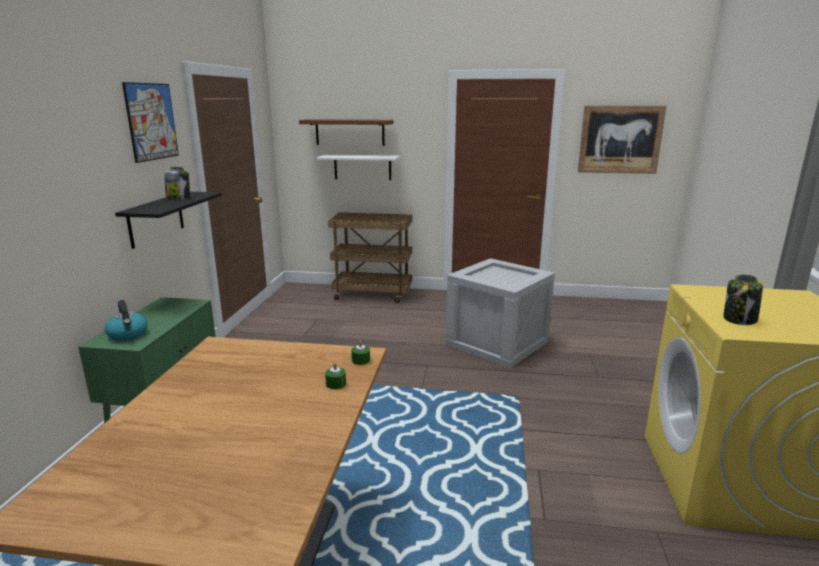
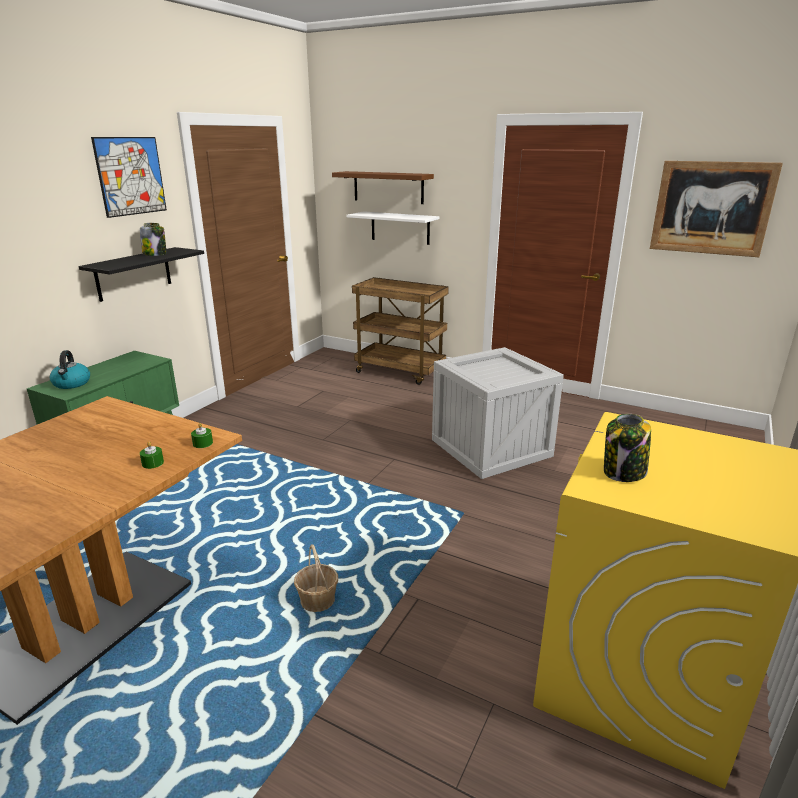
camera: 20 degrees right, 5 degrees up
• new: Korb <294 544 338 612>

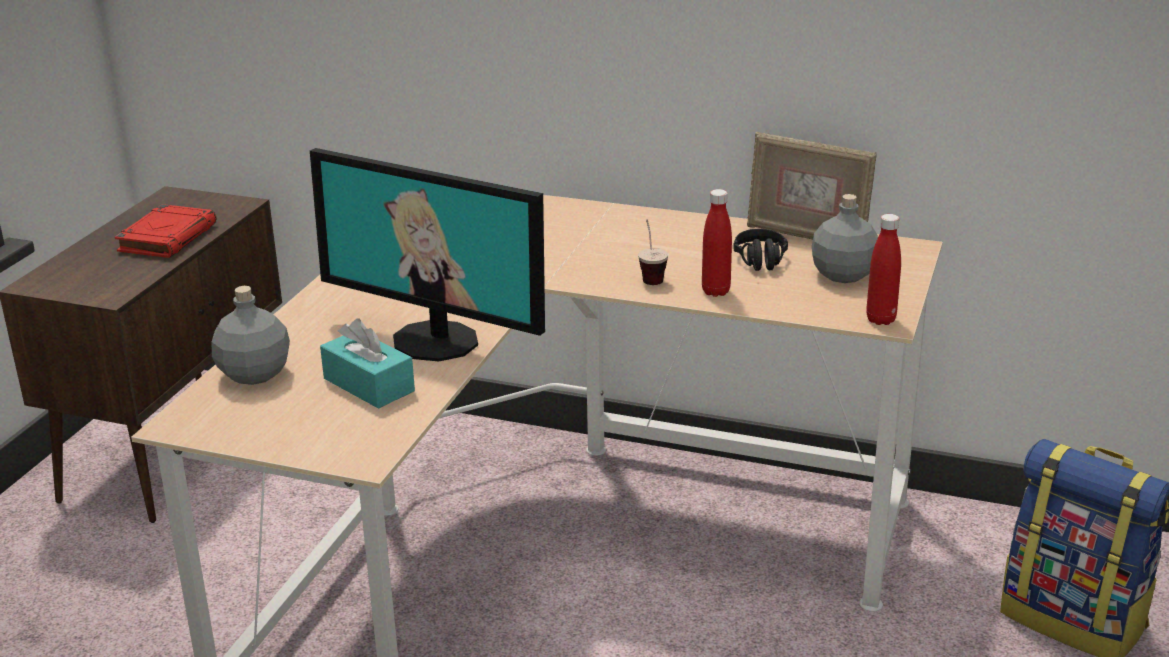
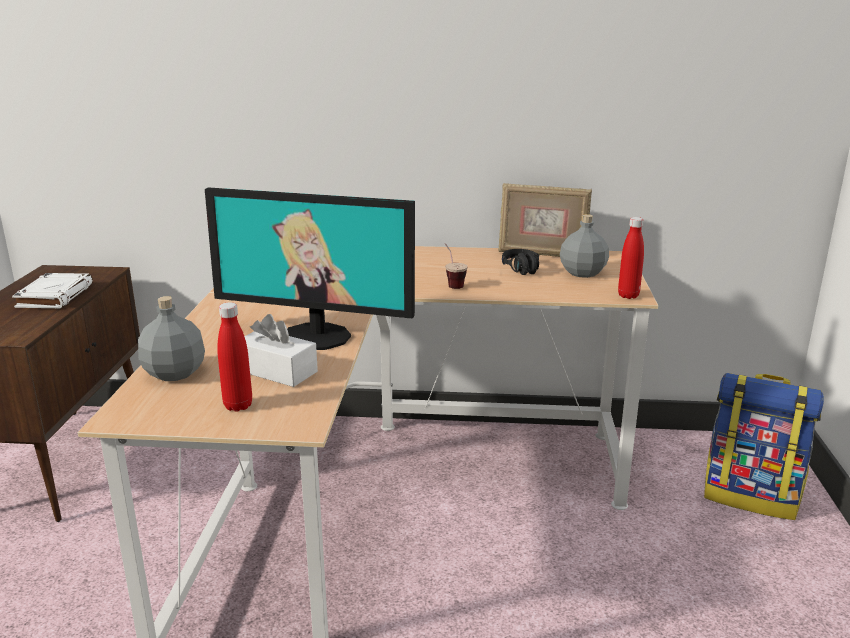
camera: 15 degrees left, 5 degrees down
• repainted: Buch (rot) <115 204 216 258> to Buch (weiß) <12 273 93 308>
• repainted: Taschentuchbox (türkis) <320 319 415 409> to Taschentuchbox (weiß) <244 314 318 387>
• shifted: Flasche (rot) <702 189 732 297> to <217 302 252 412>

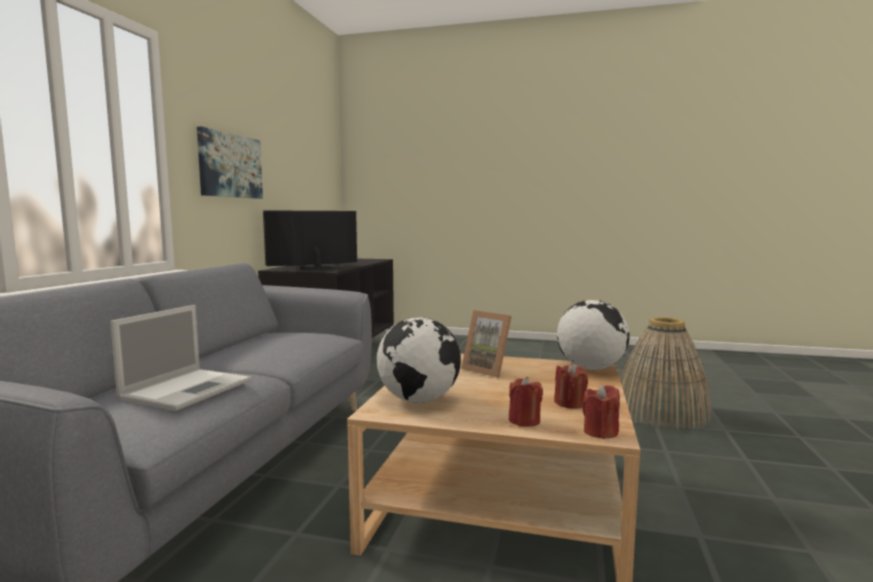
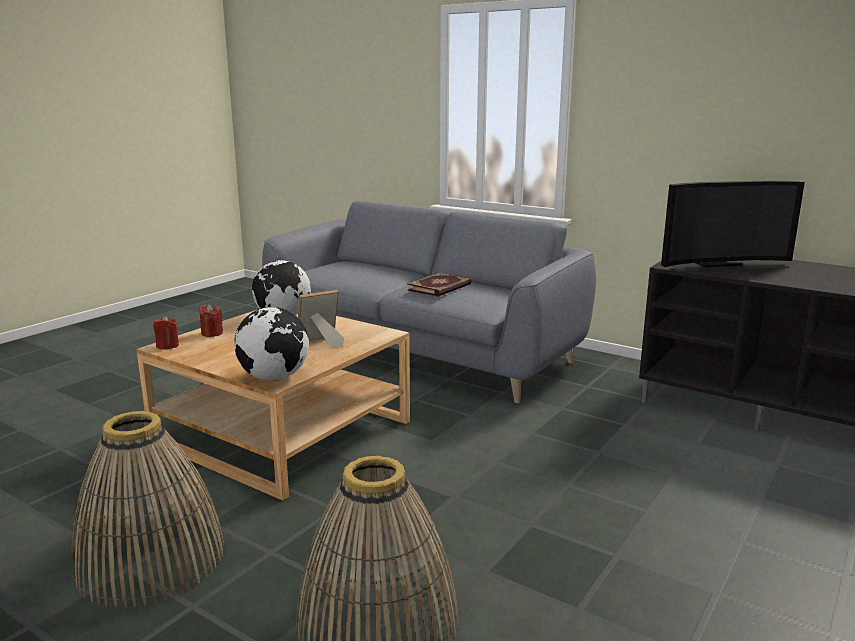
camera: 110 degrees right, 10 degrees up
• gone: Laptop <110 305 251 411>
• gone: Bild <197 126 263 199>
• rotated: Fernseher <263 211 357 271> = <661 181 805 267> 90 degrees clockwise
• gone: Kerze (rot) <554 363 588 409>
• new: Korb <71 411 224 608>
• new: Buch <407 272 471 297>

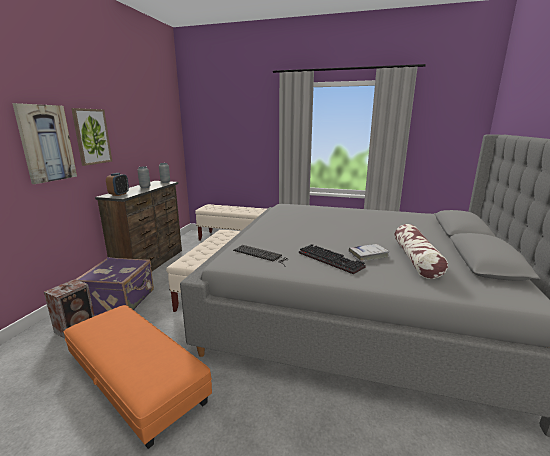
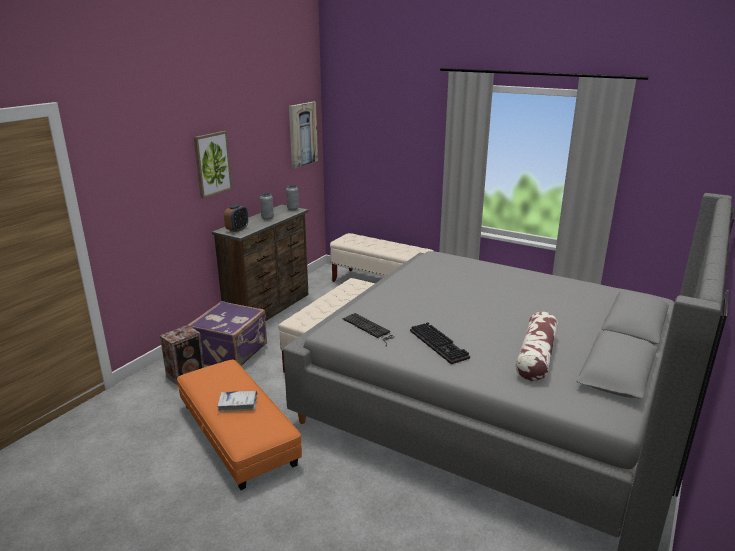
camera: 15 degrees right, 5 degrees up
• shifted: Bild <12 103 77 184> to <289 102 318 168>
• shifted: Buch (weiß) <349 244 389 262> to <217 391 258 412>

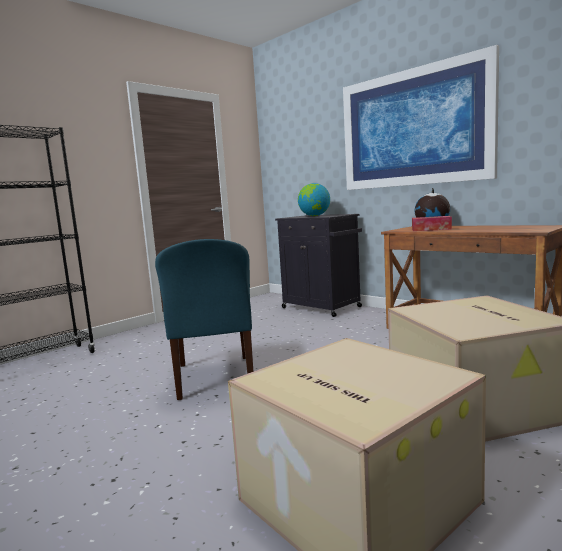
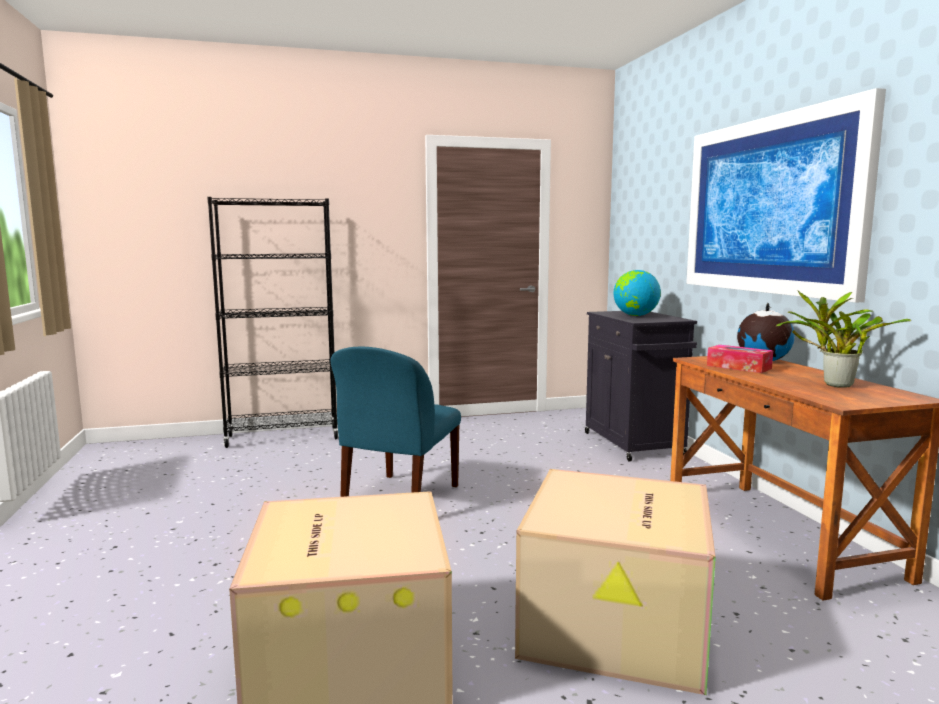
camera: 30 degrees right, 0 degrees up
• new: Topfpflanze <776 290 911 388>

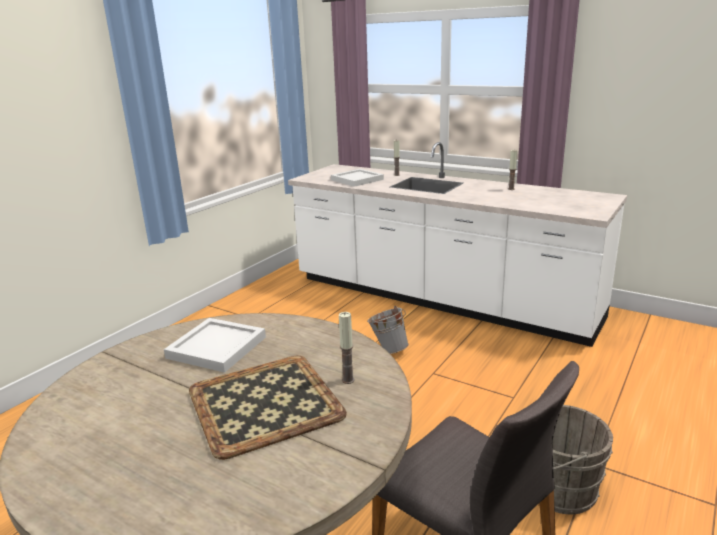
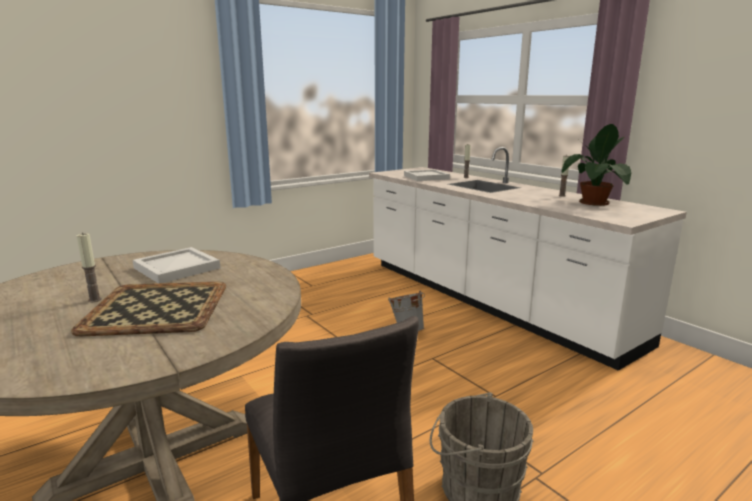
camera: 20 degrees right, 5 degrees down
• shifted: Kerze <339 312 355 384> to <77 233 102 302>
• new: Topfpflanze <561 124 632 206>

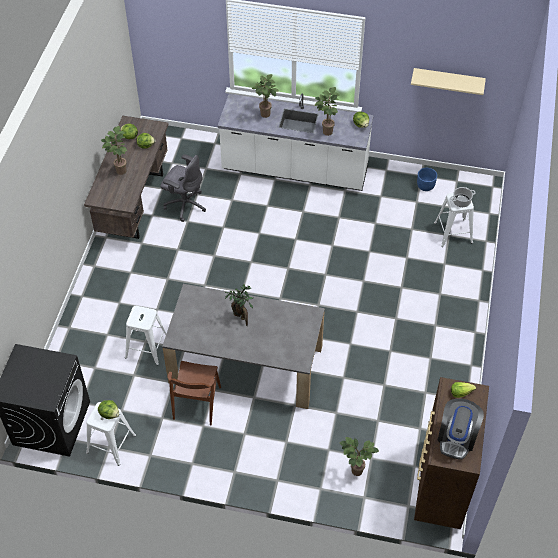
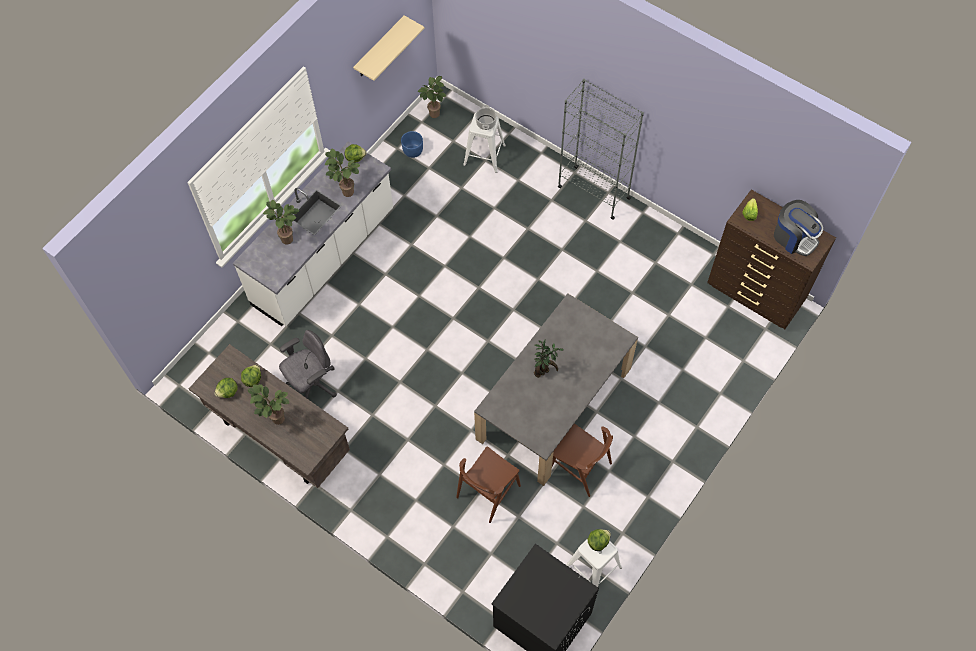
camera: 65 degrees left, 10 degrees up
• swapped: Hocker (weiß) <125 306 167 365> to Stuhl (braun) <456 447 521 523>
• shifted: Topfpflanze <340 437 379 476> to <418 76 446 118>
• new: Bücherregal (grau) <558 79 644 220>

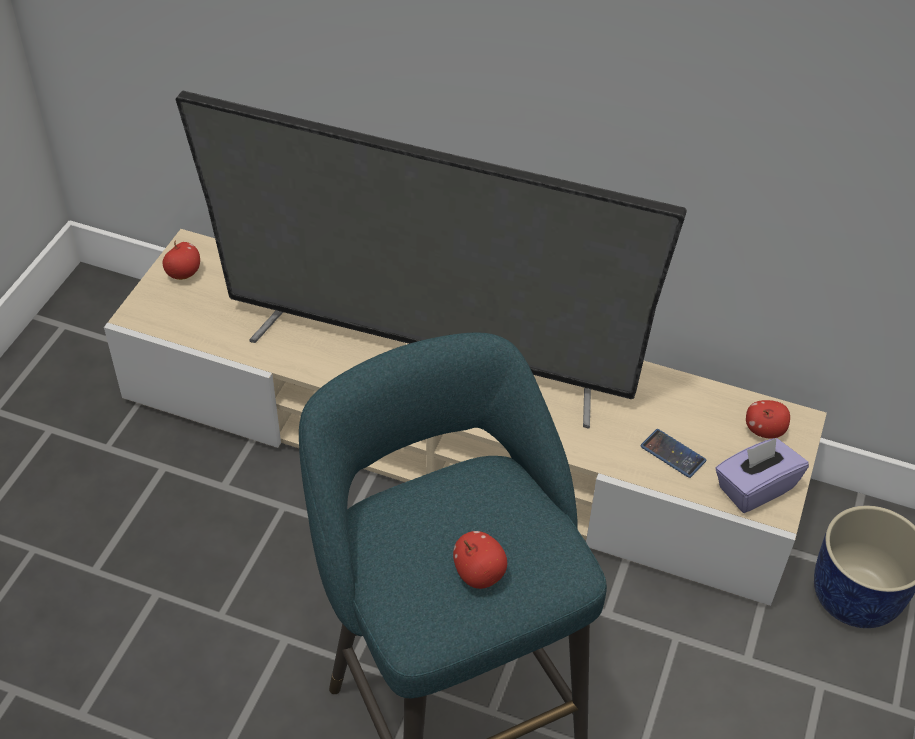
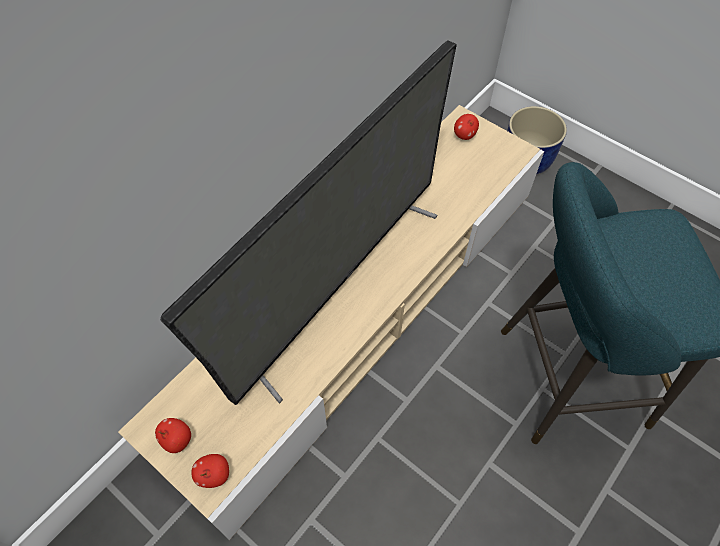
camera: 70 degrees left, 10 degrees up
• shifted: Apfel <453 531 507 589> to <191 454 229 488>
• gone: Handy <640 429 706 478>
• gone: Taschentuchbox (lila) <715 438 809 513>

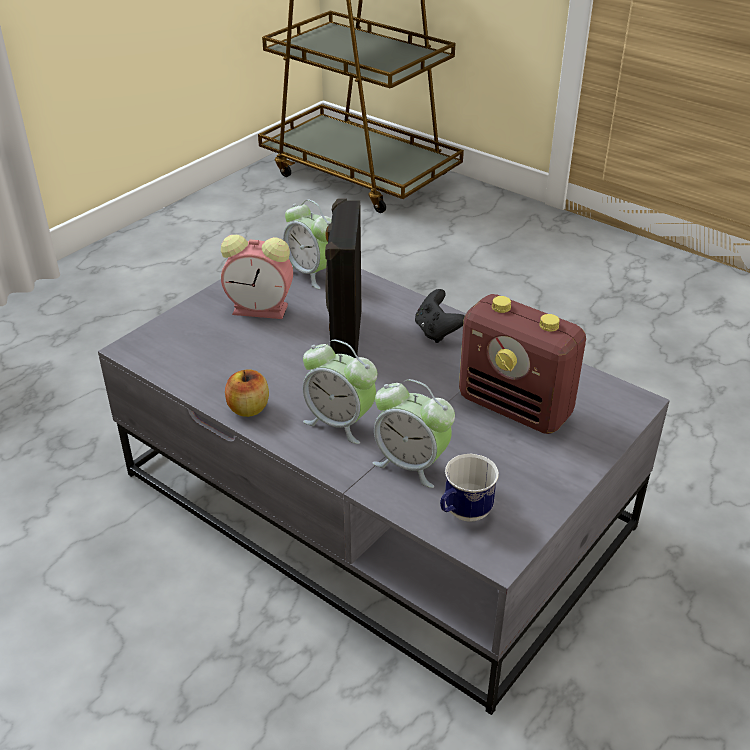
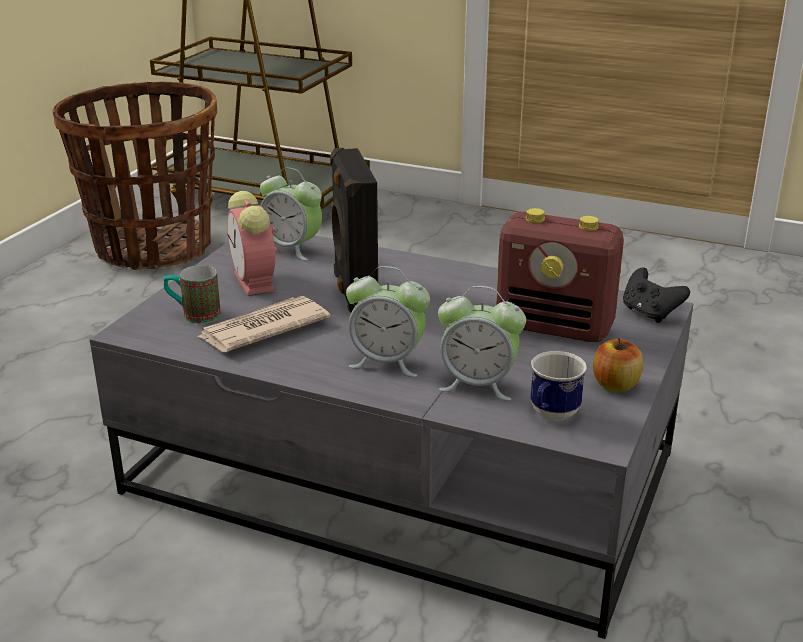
camera: 15 degrees left, 10 degrees down
• rotated: Wecker <221 235 293 319> = <227 191 277 296> 75 degrees clockwise
• shifted: Apfel <225 370 269 417> to <593 338 643 392>
• shifted: Gamepad (schwarz) <415 289 465 343> to <623 268 690 323>
• new: Korb <52 81 217 270>
• new: Henkelbecher <163 265 221 323>
• new: Zeitung <197 296 331 352>

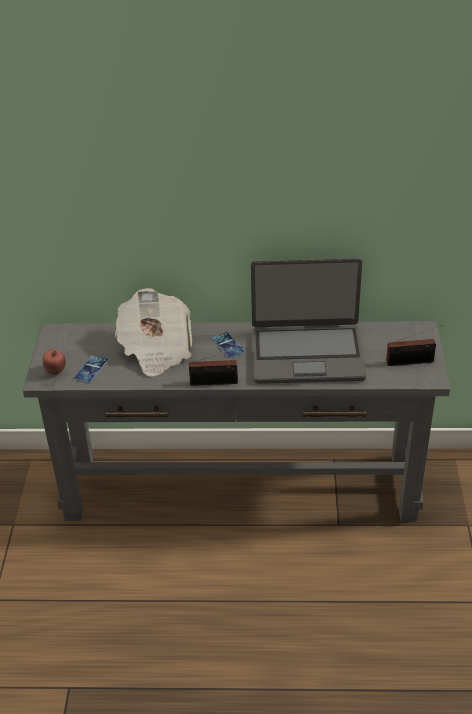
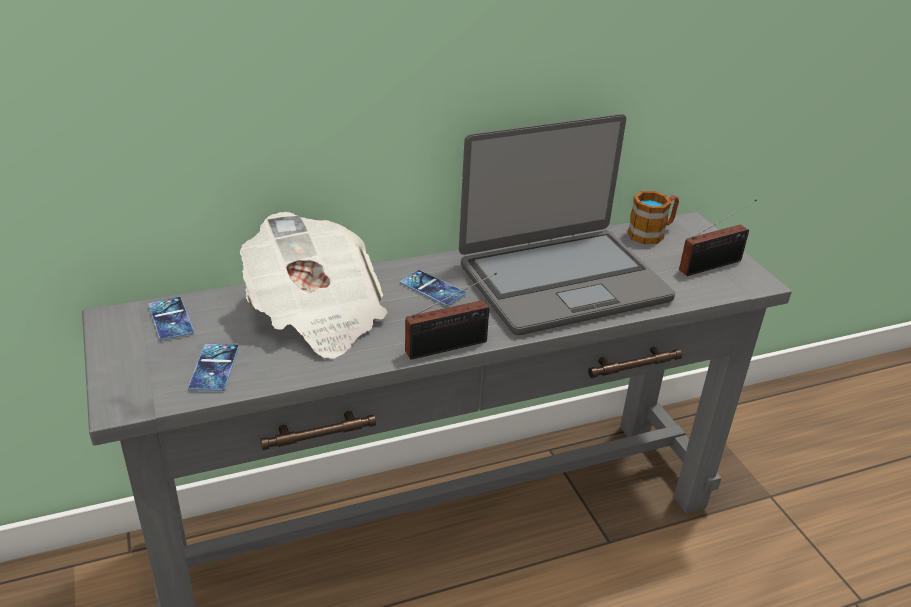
camera: 25 degrees left, 5 degrees down
• gone: Apfel <42 350 66 375>
• new: Handy <148 297 194 340>
• new: Henkelbecher <627 191 679 244>

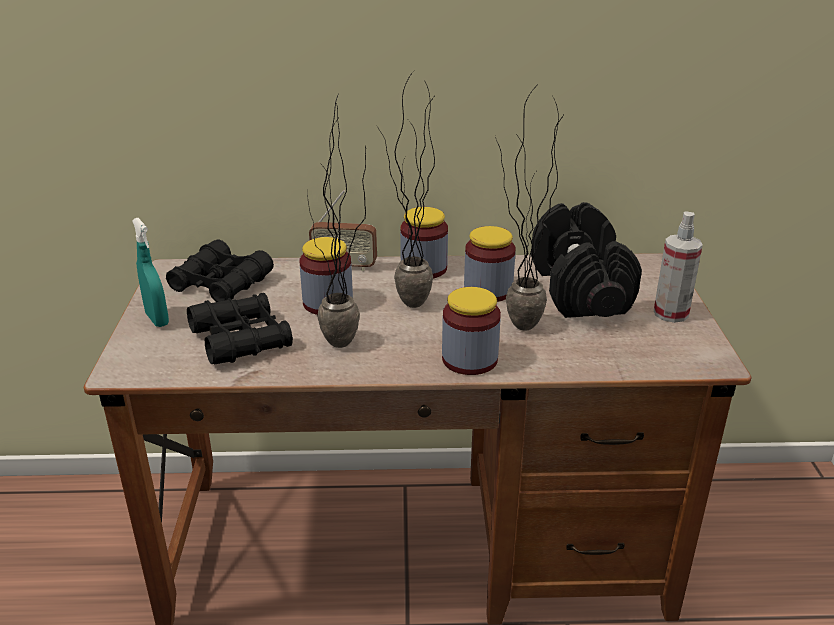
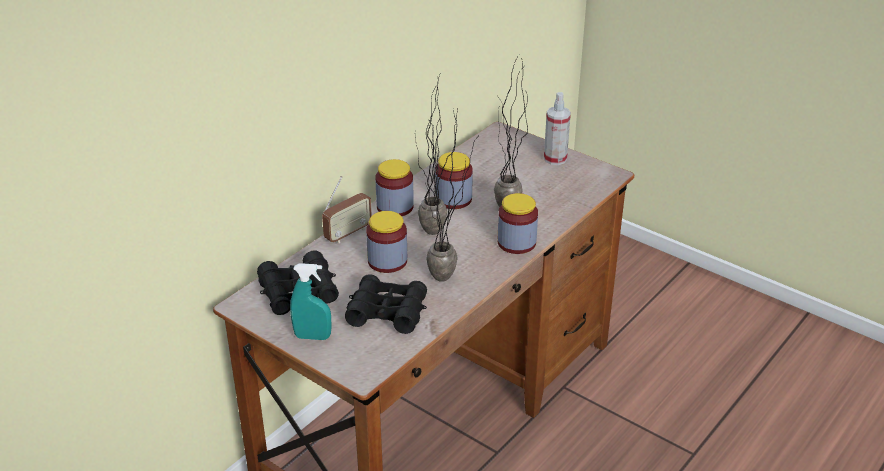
camera: 50 degrees left, 5 degrees up
• gone: Hantel (schwarz) <531 202 642 318>

